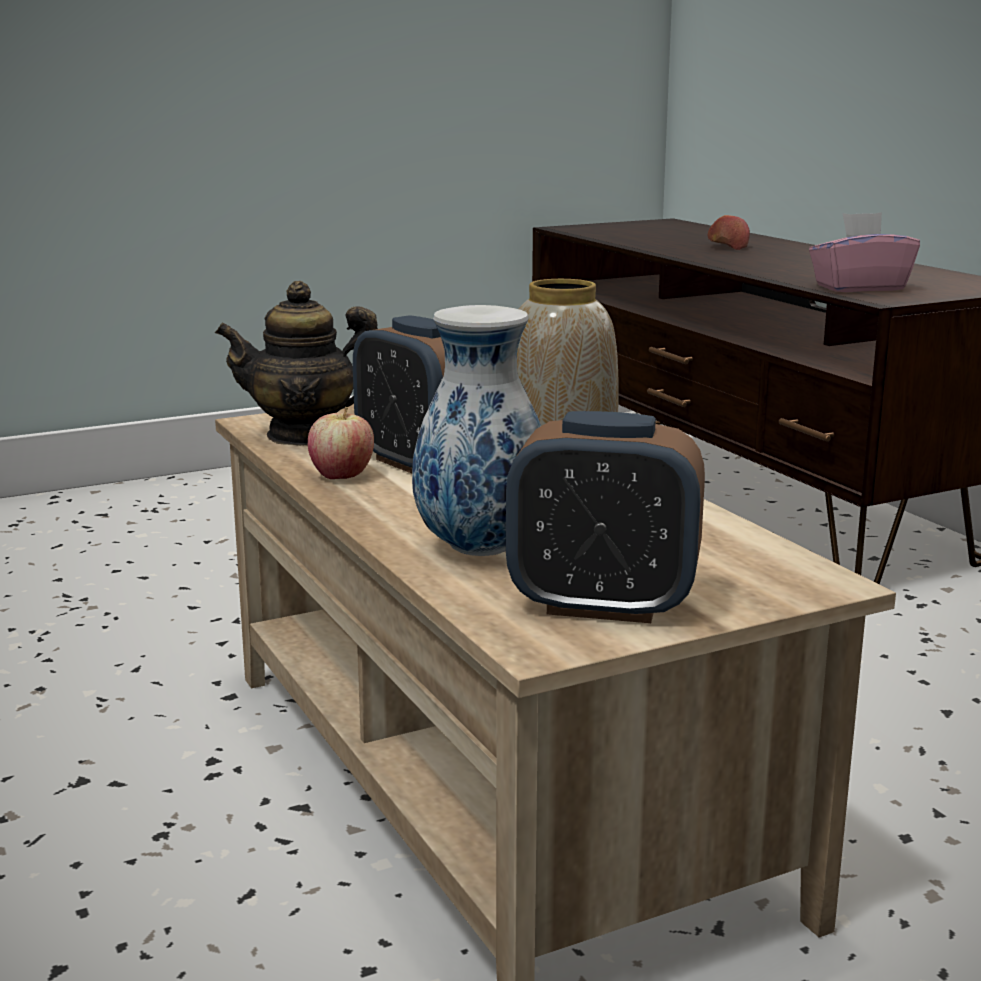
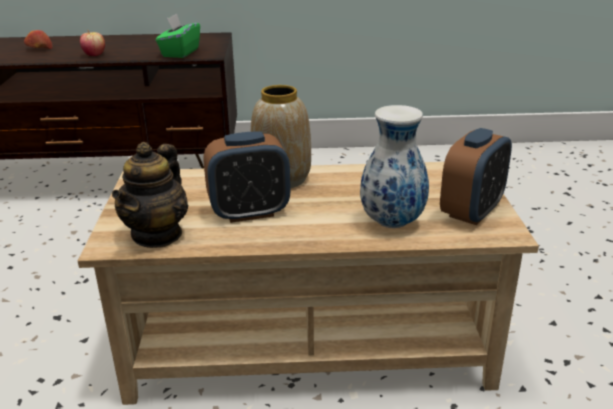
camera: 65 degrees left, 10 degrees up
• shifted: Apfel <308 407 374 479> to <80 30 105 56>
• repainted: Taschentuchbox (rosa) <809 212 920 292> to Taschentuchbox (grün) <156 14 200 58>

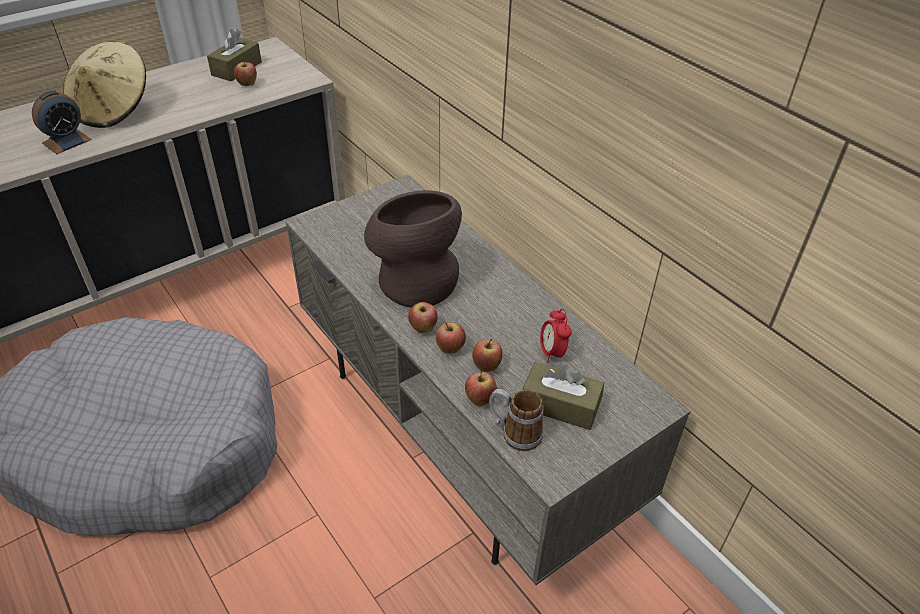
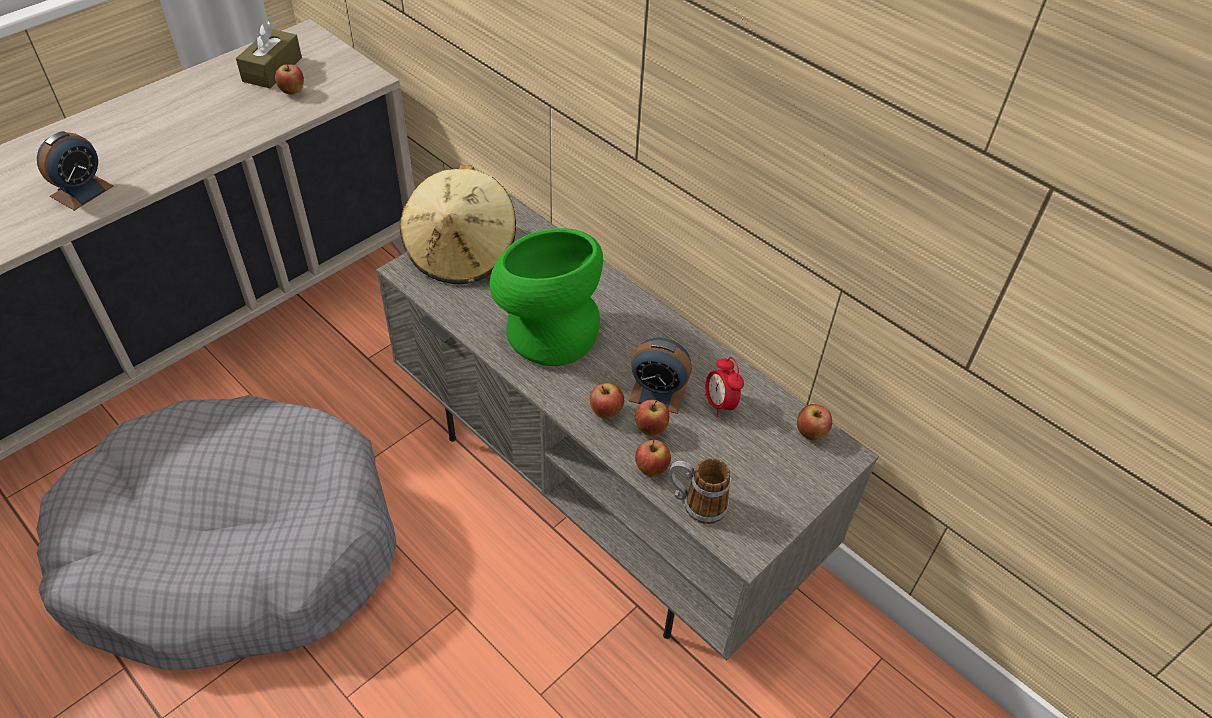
camera: 10 degrees left, 5 degrees up
• shifted: Hut (beige) <63 41 146 128> to <400 165 516 284>
• repainted: Vase (braun) <364 190 462 308> to Vase (grün) <490 228 603 366>
• shifted: Apfel <408 302 438 333> to <797 404 832 441>
• gone: Taschentuchbox (braun) <523 362 604 430>
• new: Wecker <629 337 692 414>

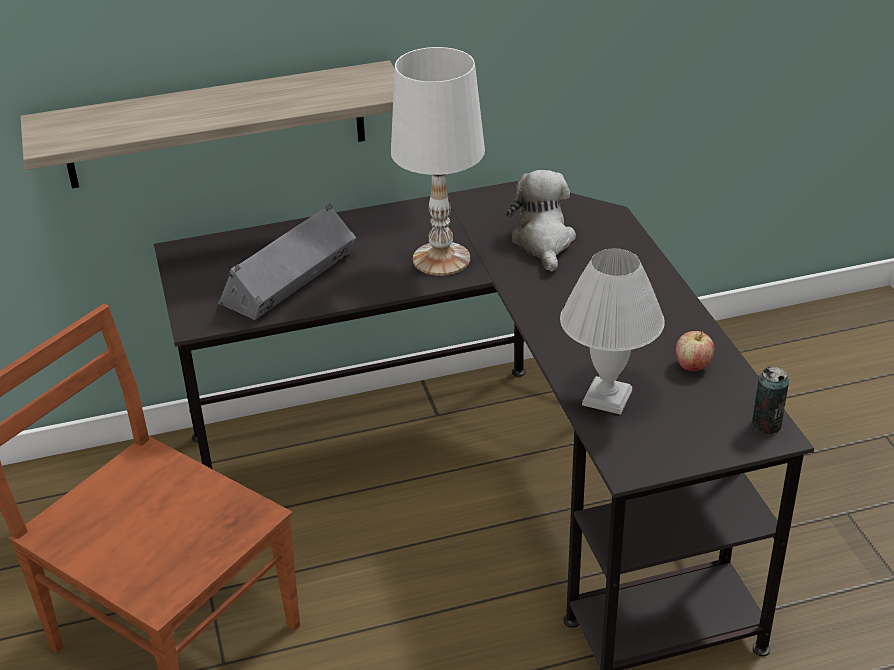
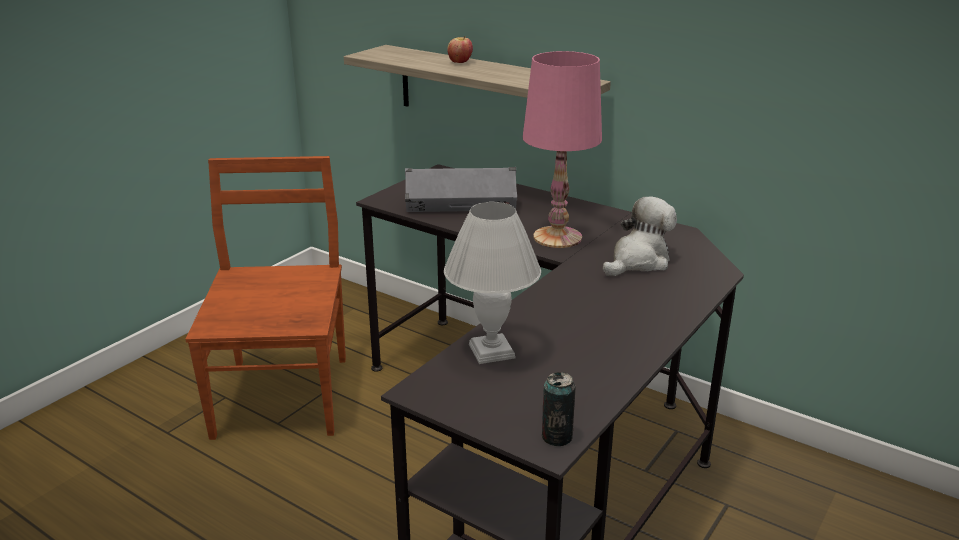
camera: 50 degrees right, 10 degrees down
• repainted: Tischlampe (weiß) <391 47 485 276> to Tischlampe (rosa) <523 51 602 248>
• shifted: Apfel <676 331 714 372> to <447 36 473 63>

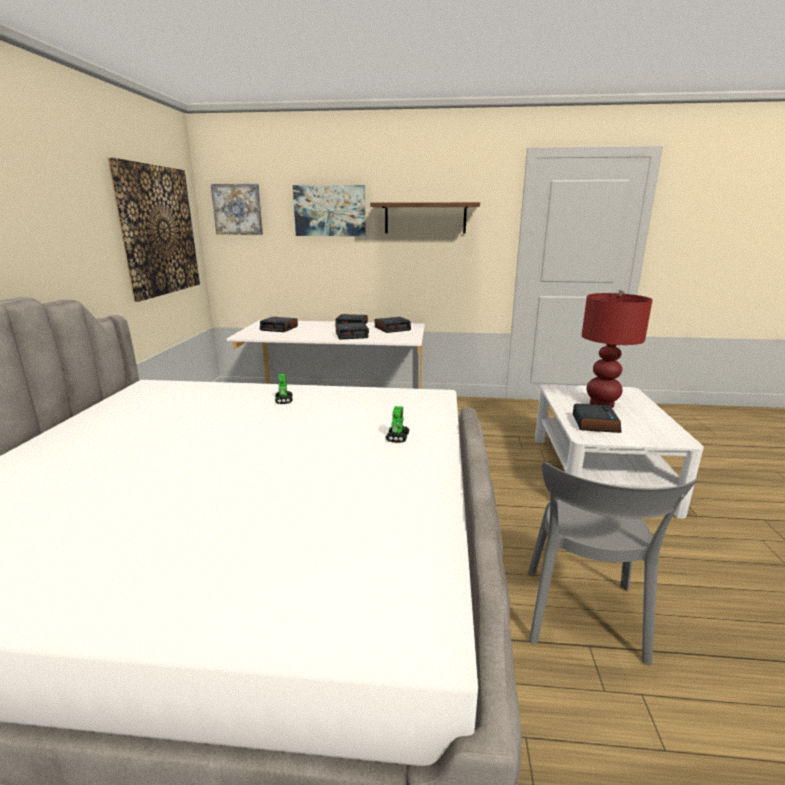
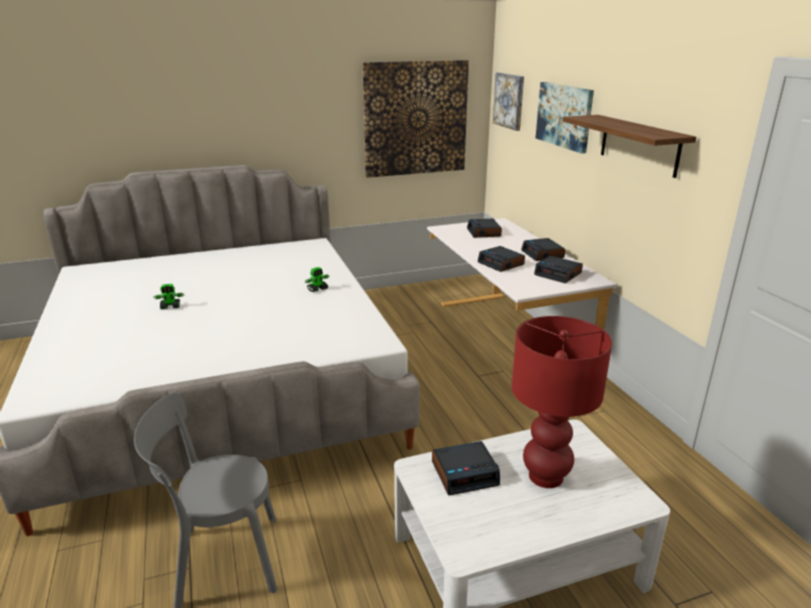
camera: 65 degrees right, 5 degrees up
• shifted: Spielzeugroboter <386 406 409 443> to <154 284 184 309>

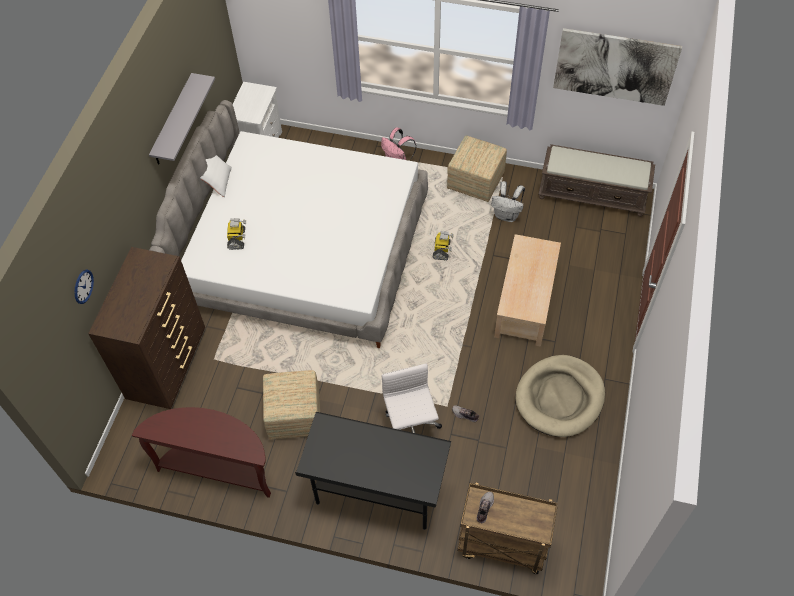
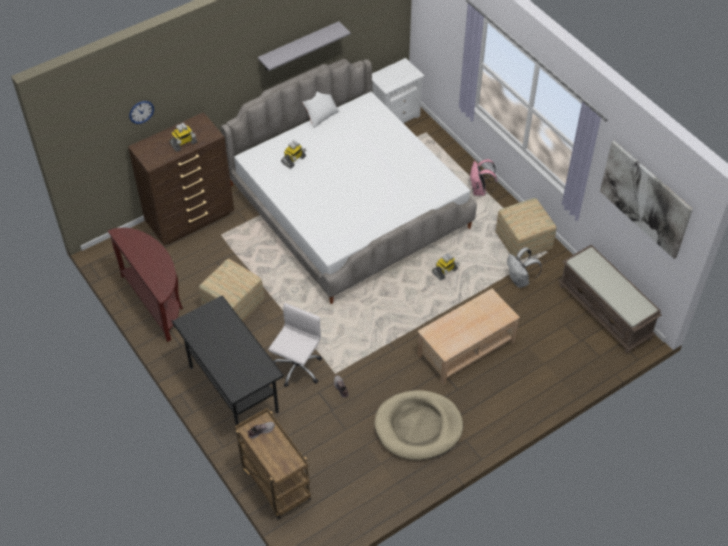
camera: 40 degrees right, 5 degrees down
• new: Spielzeugroboter <169 123 197 152>

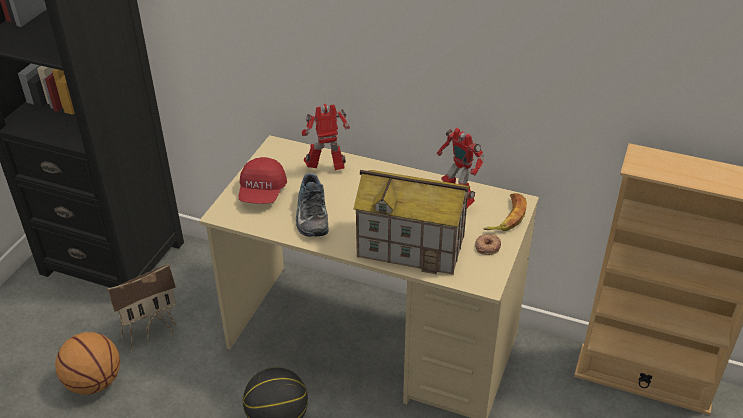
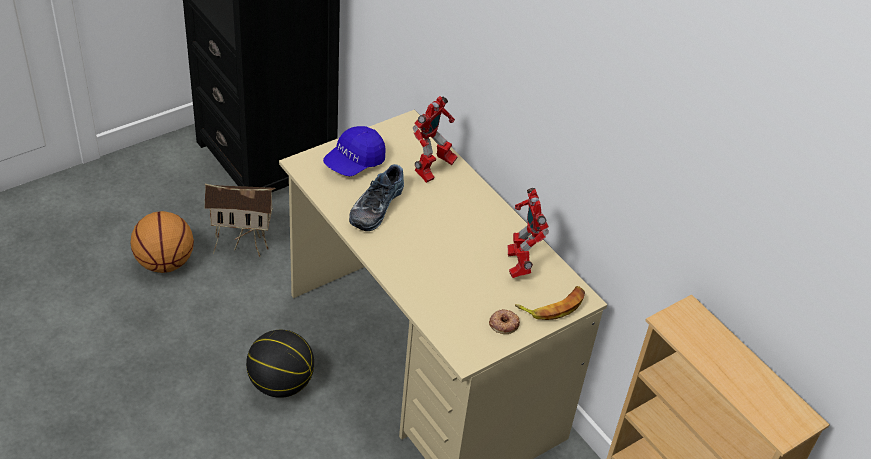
camera: 30 degrees right, 5 degrees up
• repainted: Kappe (rot) <238 157 287 204> to Kappe (blau) <323 126 385 176>
• rotated: Spielzeugroboter <302 104 350 170> = <413 96 458 183> 105 degrees clockwise
• gone: Spielzeughaus <353 170 470 275>

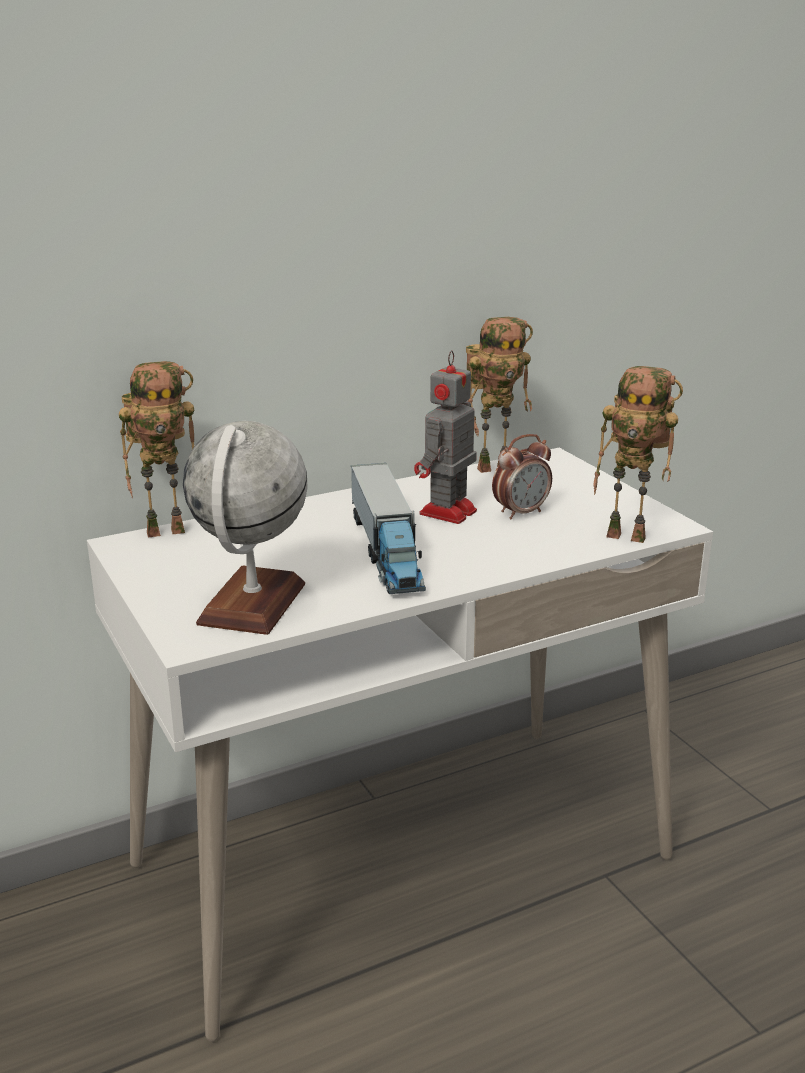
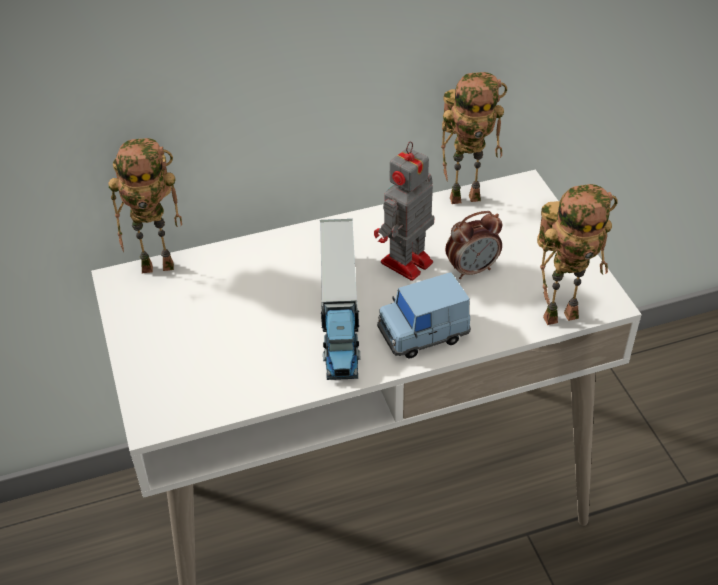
camera: 10 degrees right, 20 degrees up
• gone: Globus <183 421 307 635>
• rotated: Spielzeugroboter <593 366 683 543> = <537 184 617 325> 45 degrees counterclockwise
• new: Spielzeugauto (blau) <377 272 471 358>

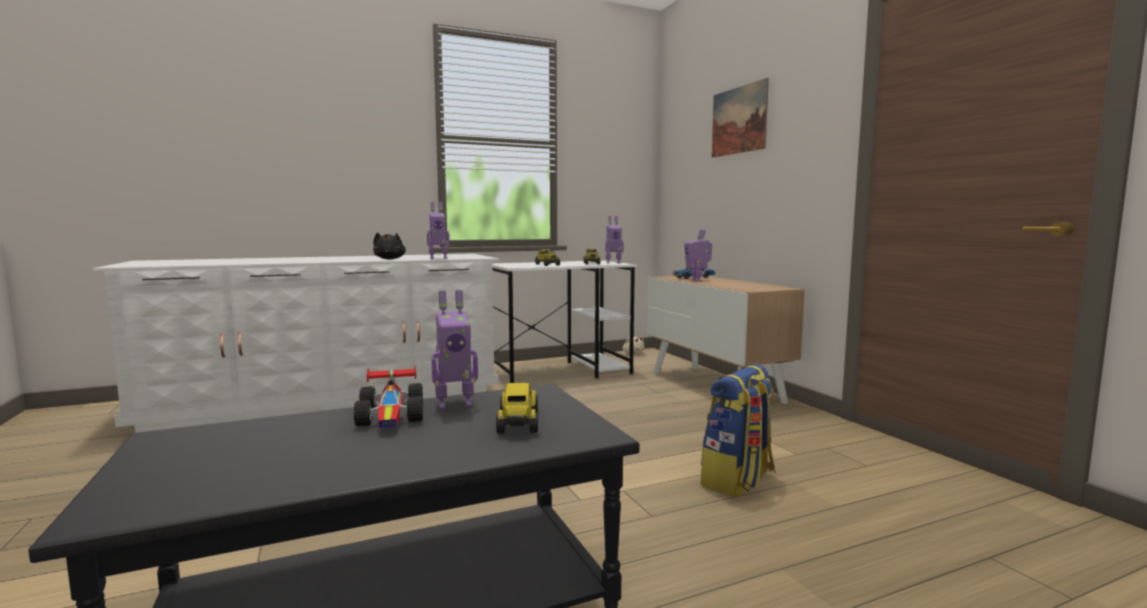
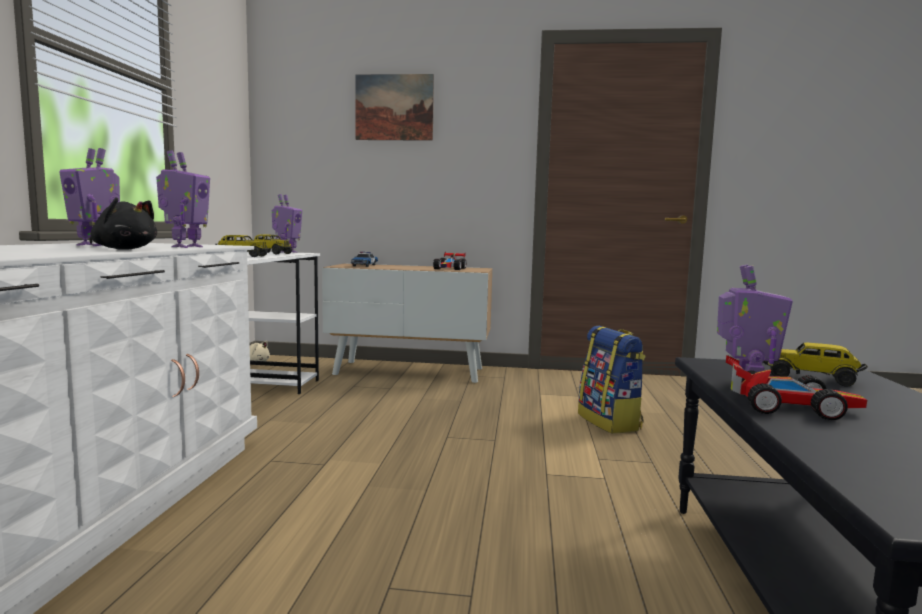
camera: 60 degrees left, 0 degrees up
• shifted: Spielzeugroboter <684 230 712 282> to <59 148 120 246>
• new: Spielzeugauto <433 252 466 270>

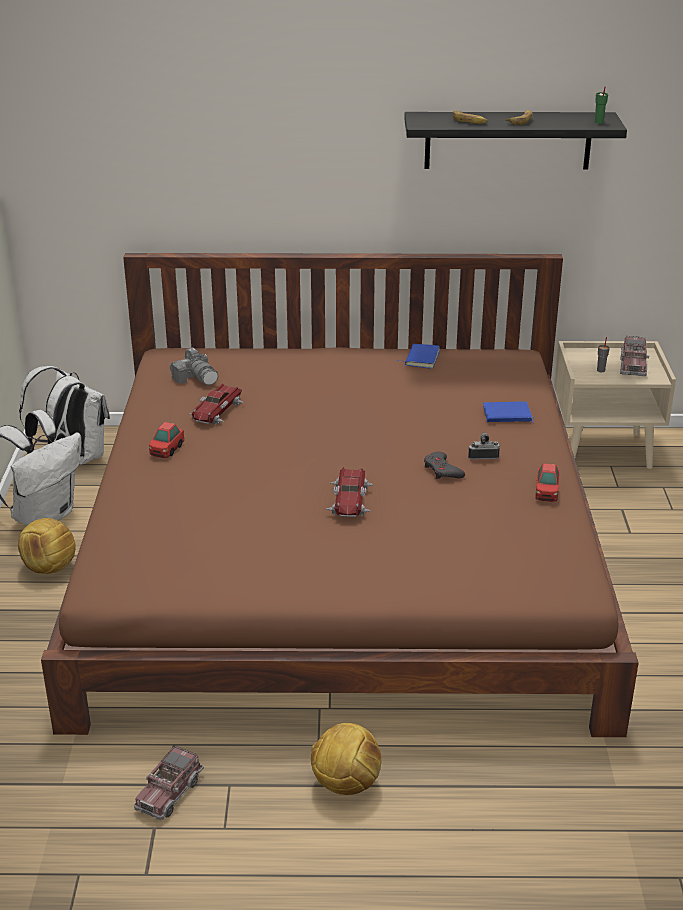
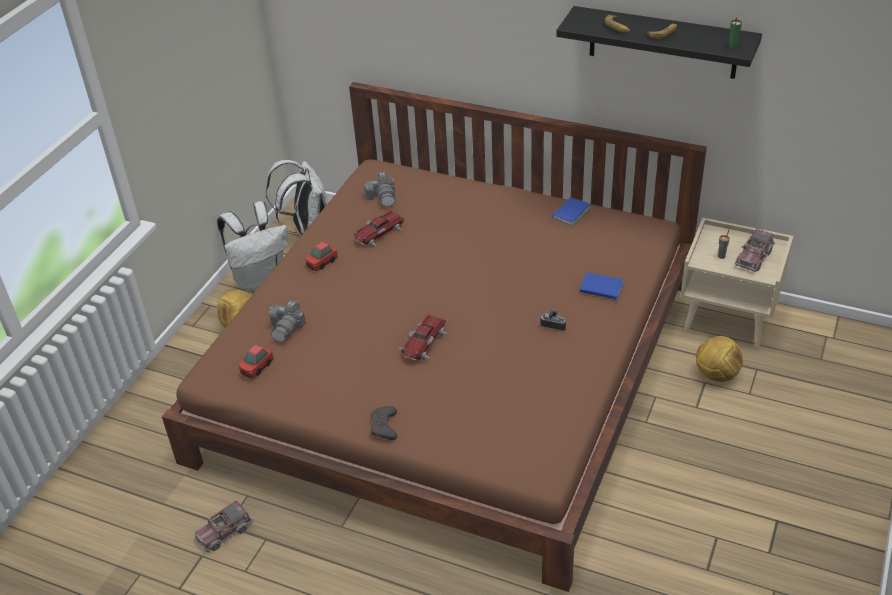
camera: 25 degrees right, 10 degrees up
• shifted: Fußball <311 723 382 795> to <696 336 743 382>
• shifted: Gamepad (grau) <424 452 465 479> to <371 406 397 440>
• shifted: Spielzeugauto <535 463 560 502> to <239 344 274 378>
• new: Kamera <268 300 306 342>

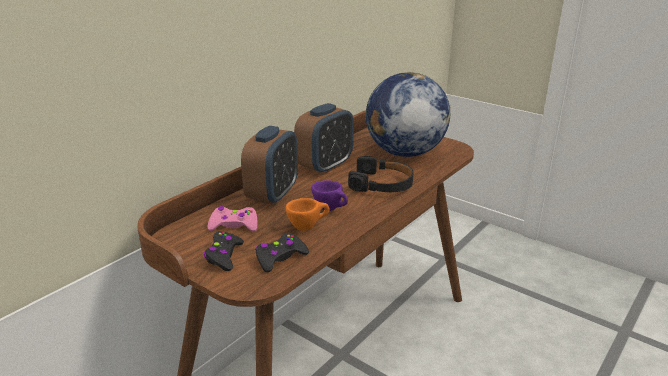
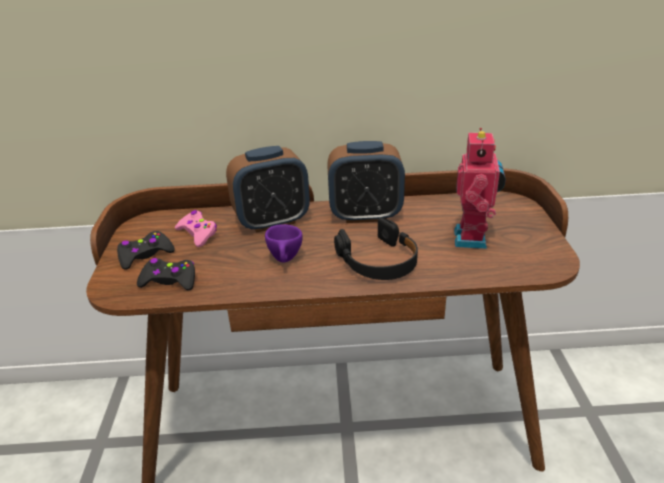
camera: 50 degrees right, 5 degrees up
• gone: Tasse (orange) <286 198 330 231>
• swapped: Globus <366 72 450 157> to Spielzeugroboter <454 128 506 249>

